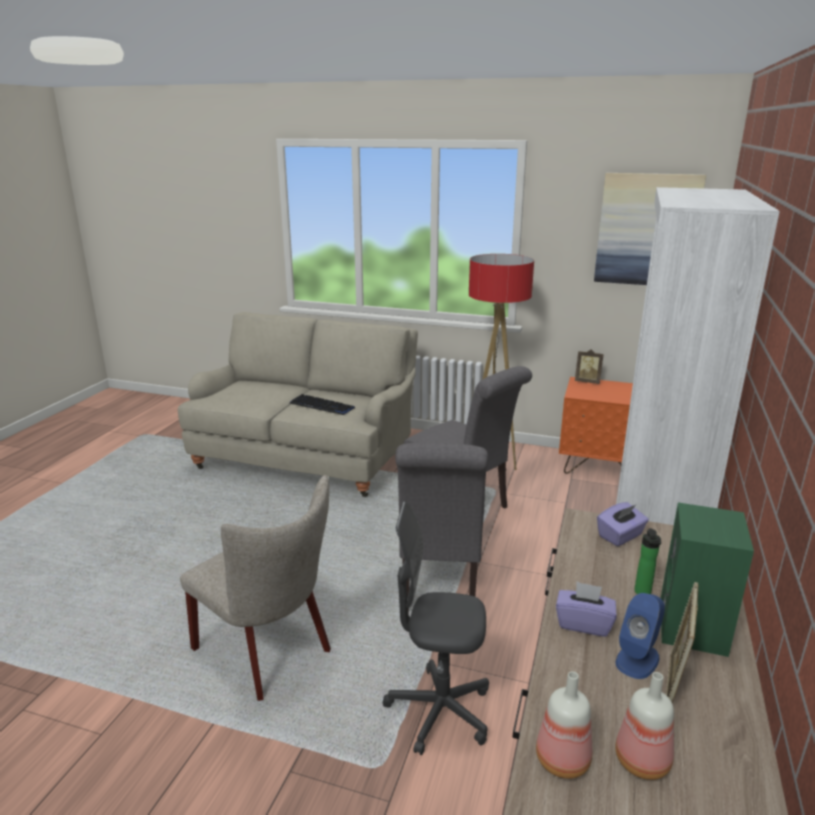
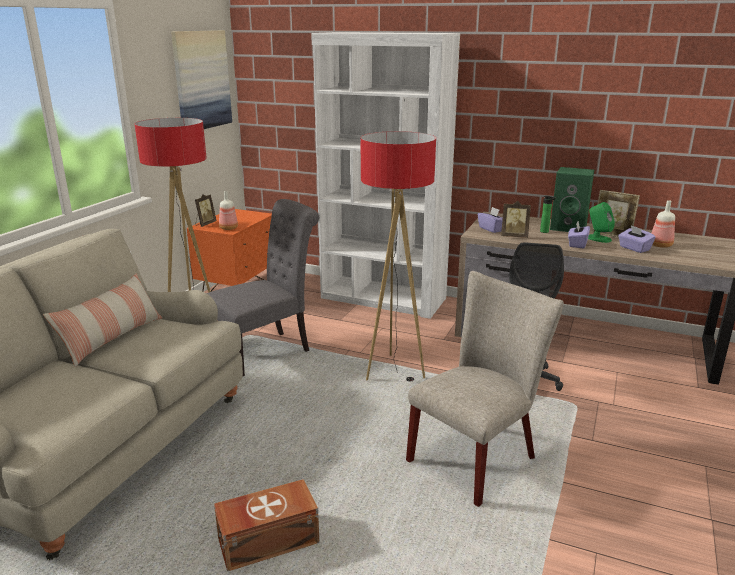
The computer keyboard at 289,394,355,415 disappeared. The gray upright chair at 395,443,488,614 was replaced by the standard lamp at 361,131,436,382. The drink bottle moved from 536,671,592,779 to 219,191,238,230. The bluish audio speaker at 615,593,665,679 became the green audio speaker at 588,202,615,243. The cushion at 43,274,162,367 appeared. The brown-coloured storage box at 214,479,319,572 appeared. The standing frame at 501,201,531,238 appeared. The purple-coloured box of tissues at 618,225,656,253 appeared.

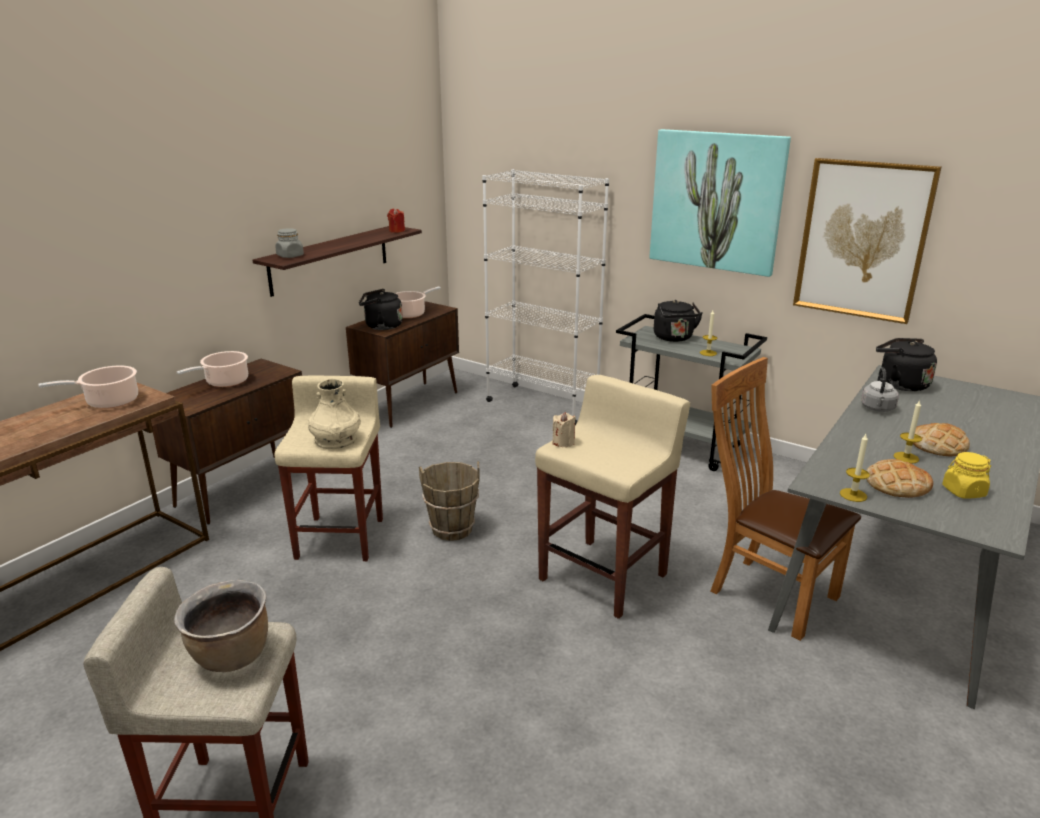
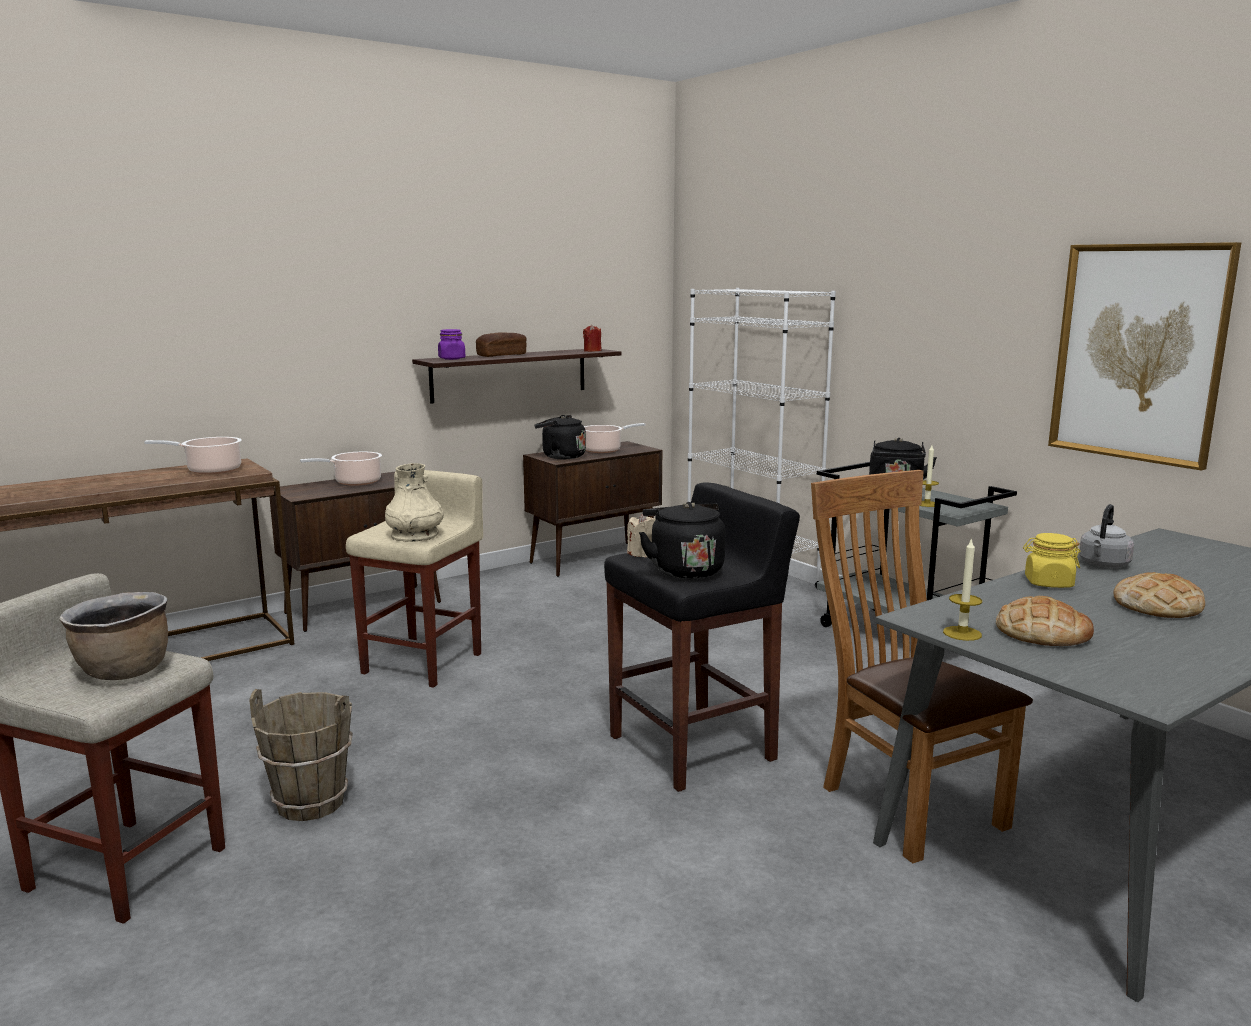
The gray preserve jar at 275,228,304,258 became the purple-coloured preserve jar at 438,329,466,360. The brown-coloured pail moved from 419,461,480,541 to 249,689,353,821. The beige-coloured stool at 535,375,690,619 became the blackish stool at 604,482,800,792. The wall picture at 650,129,791,277 disappeared. The blackish kettle moved from 876,338,937,391 to 639,502,726,579. The wax light at 893,400,922,464 disappeared. The yellow-coloured preserve jar moved from 942,452,991,499 to 1023,533,1080,588. The bakery bread at 476,332,527,357 appeared.

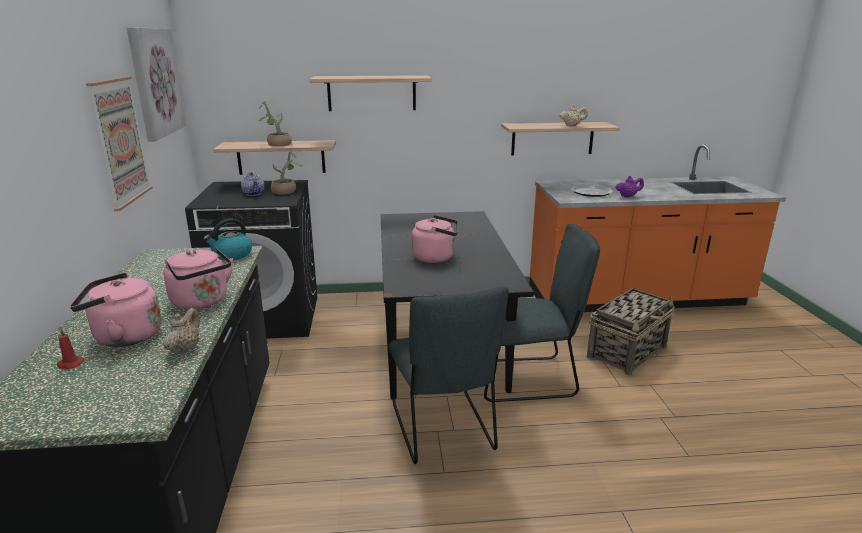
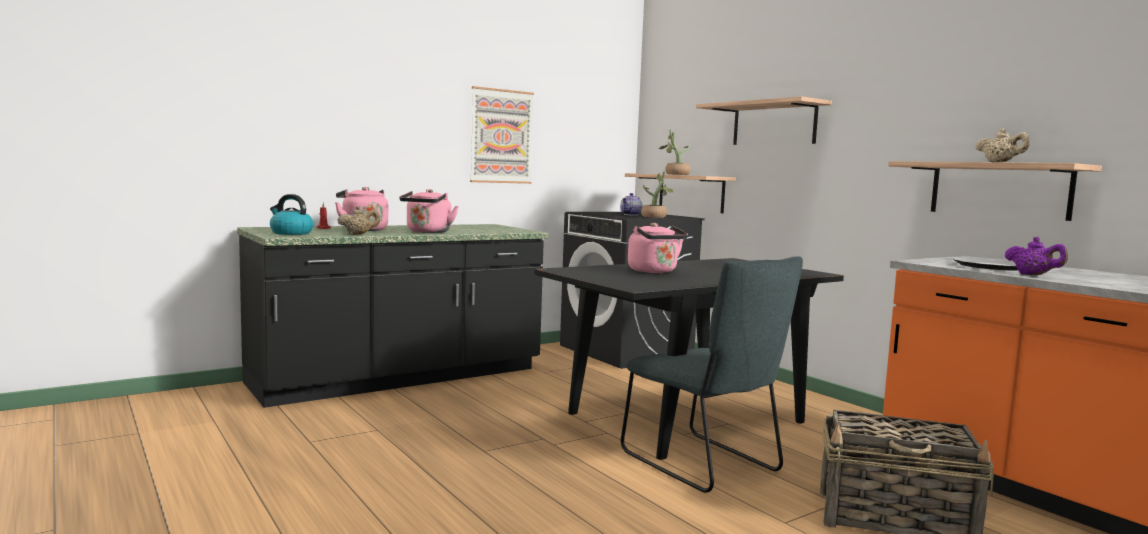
The wall picture at 127,28,186,142 disappeared. The kettle moved from 203,218,252,260 to 270,194,314,235. The gray upright chair at 389,286,509,464 disappeared.

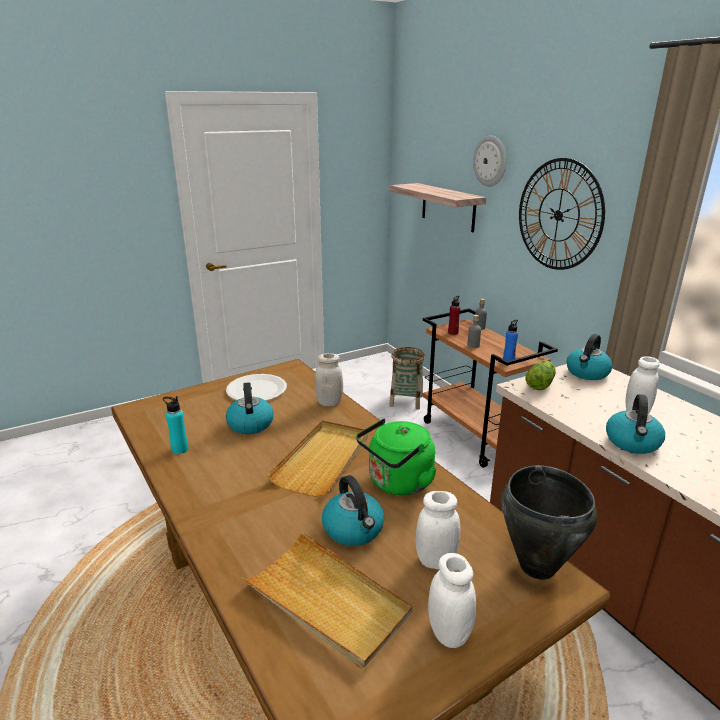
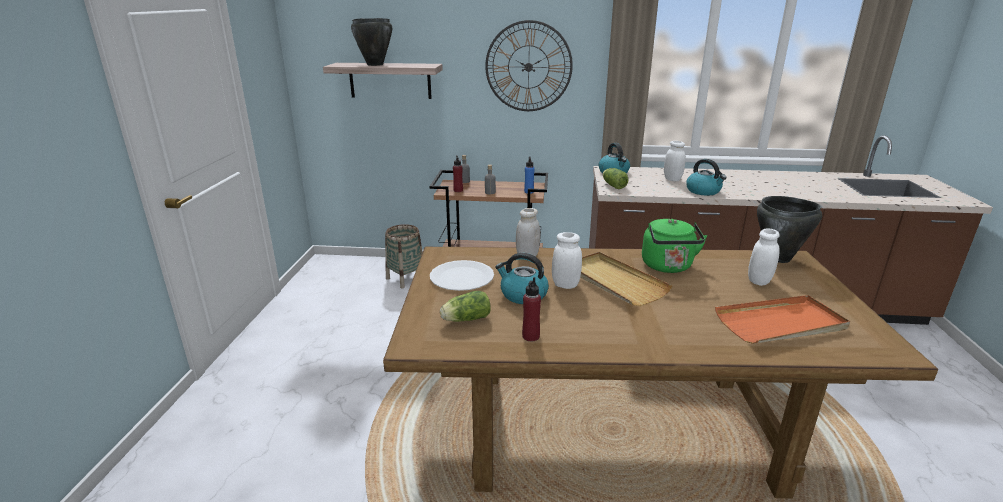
The turquoise drink bottle at 163,396,188,454 became the reddish drink bottle at 522,277,541,341. The beige-coloured tray at 241,531,413,669 became the orange-coloured tray at 715,295,850,344. The kettle at 322,475,384,546 disappeared. The white preserve jar moved from 428,553,476,648 to 552,232,582,289. The clock on the wall at 473,135,506,187 disappeared. The blackish stockpot at 351,18,392,66 appeared. The lettuce at 440,291,490,322 appeared.

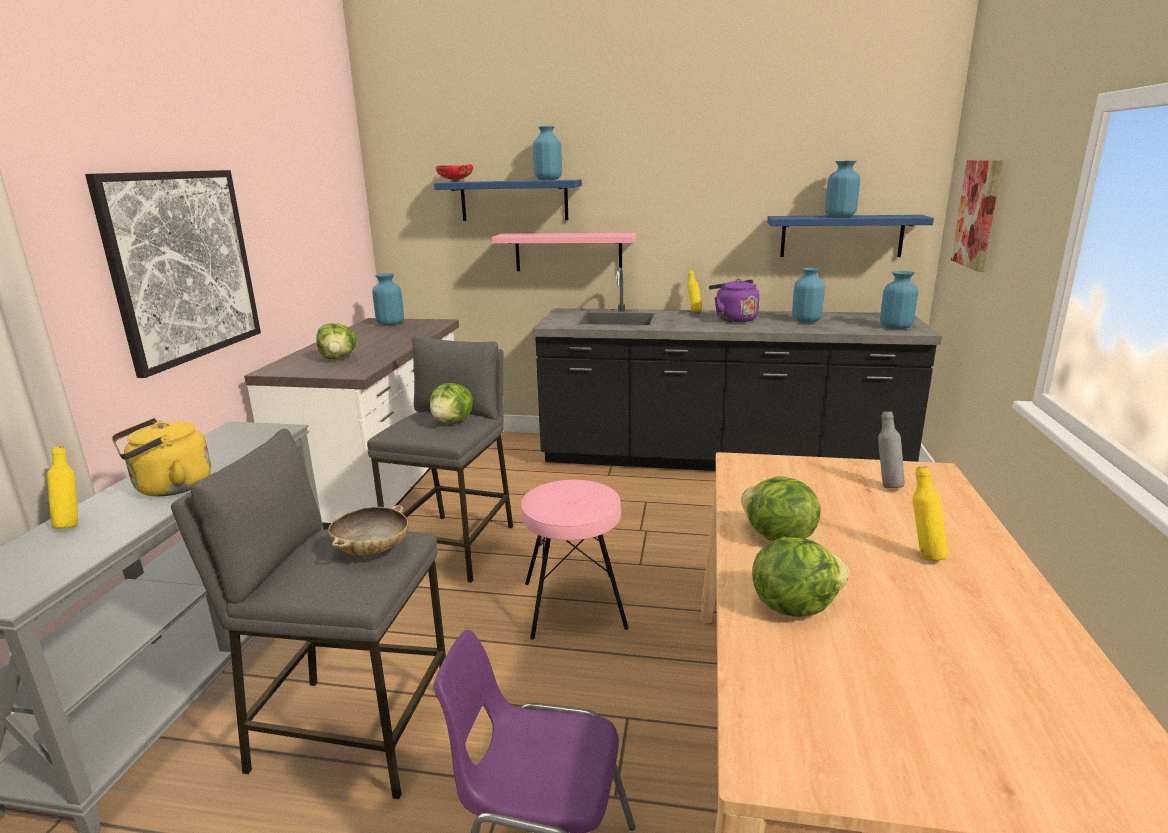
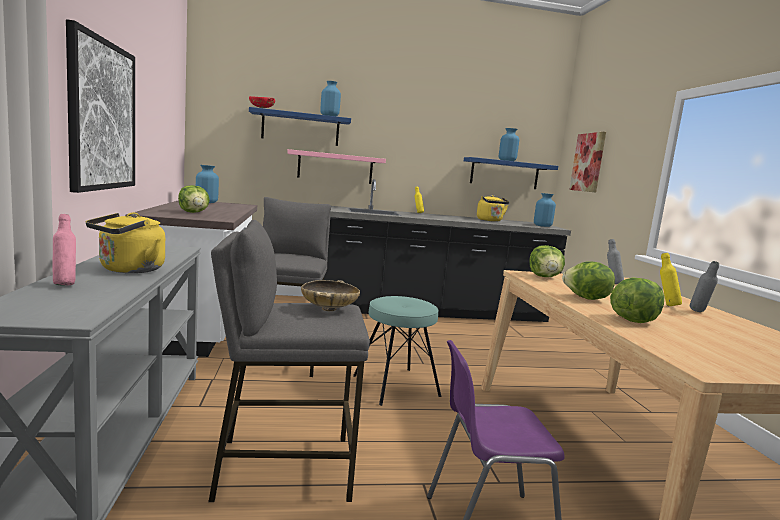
The yellow-coloured drink bottle at 47,446,78,529 became the pink-coloured drink bottle at 53,214,76,286. The lettuce moved from 430,383,473,423 to 529,245,565,277. The pink-coloured stool at 521,480,629,640 became the turquoise stool at 353,296,441,406. The purple-coloured kettle at 709,279,760,323 disappeared. The bluish decorative vase at 792,268,825,323 was replaced by the yellow-coloured kettle at 477,195,510,222. The gray drink bottle at 690,261,719,312 appeared.

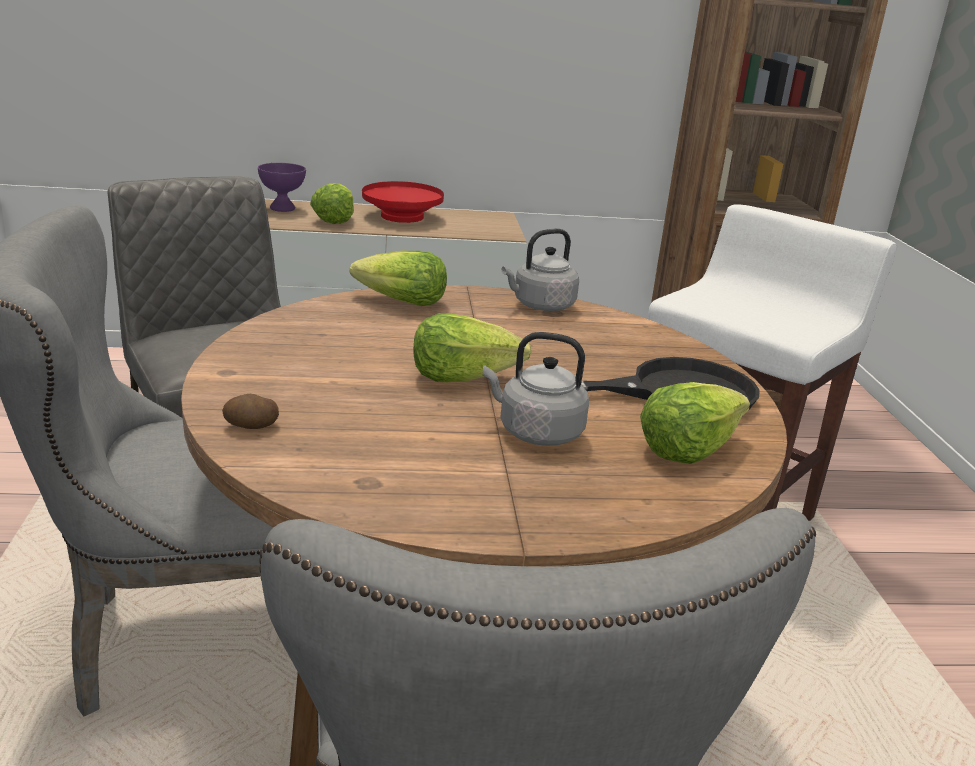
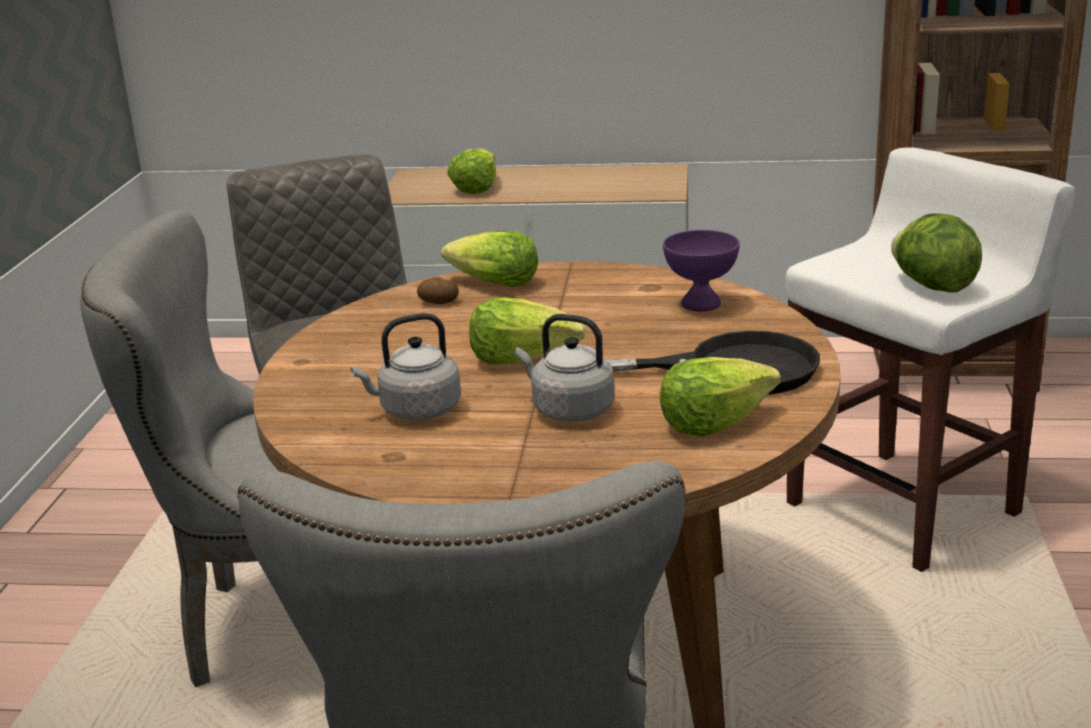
The whole potato moved from 222,394,279,429 to 417,277,459,304. The purple-coloured bowl moved from 258,163,306,212 to 663,230,740,312. The reddish bowl at 362,181,444,223 disappeared. The gray kettle moved from 502,229,579,311 to 351,313,461,420. The lettuce at 891,213,982,292 appeared.

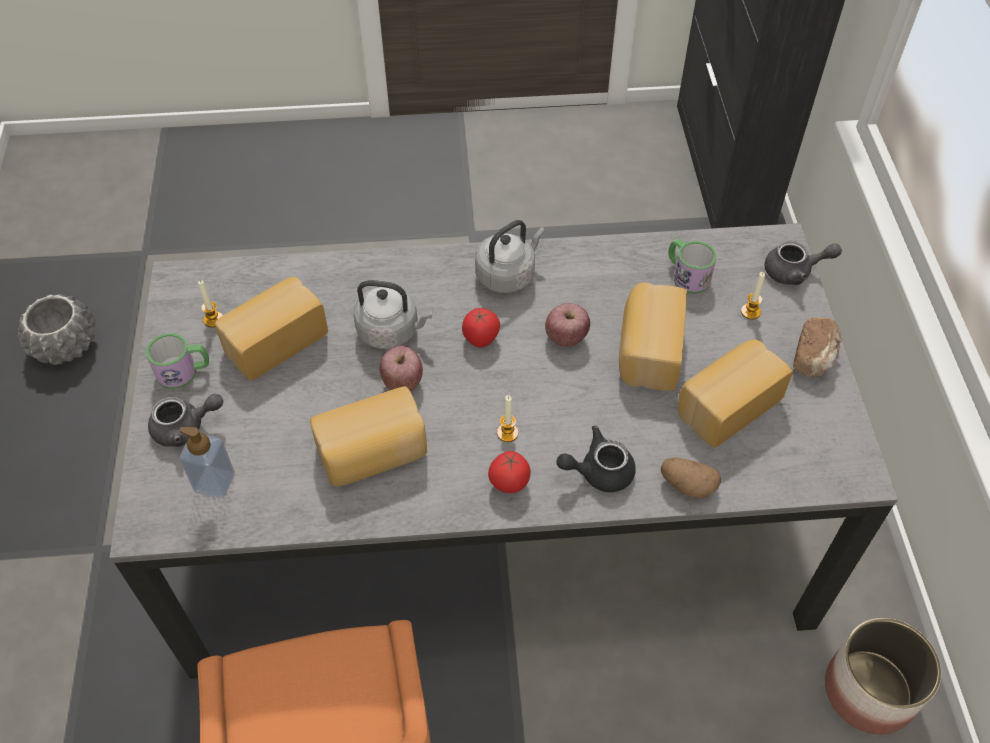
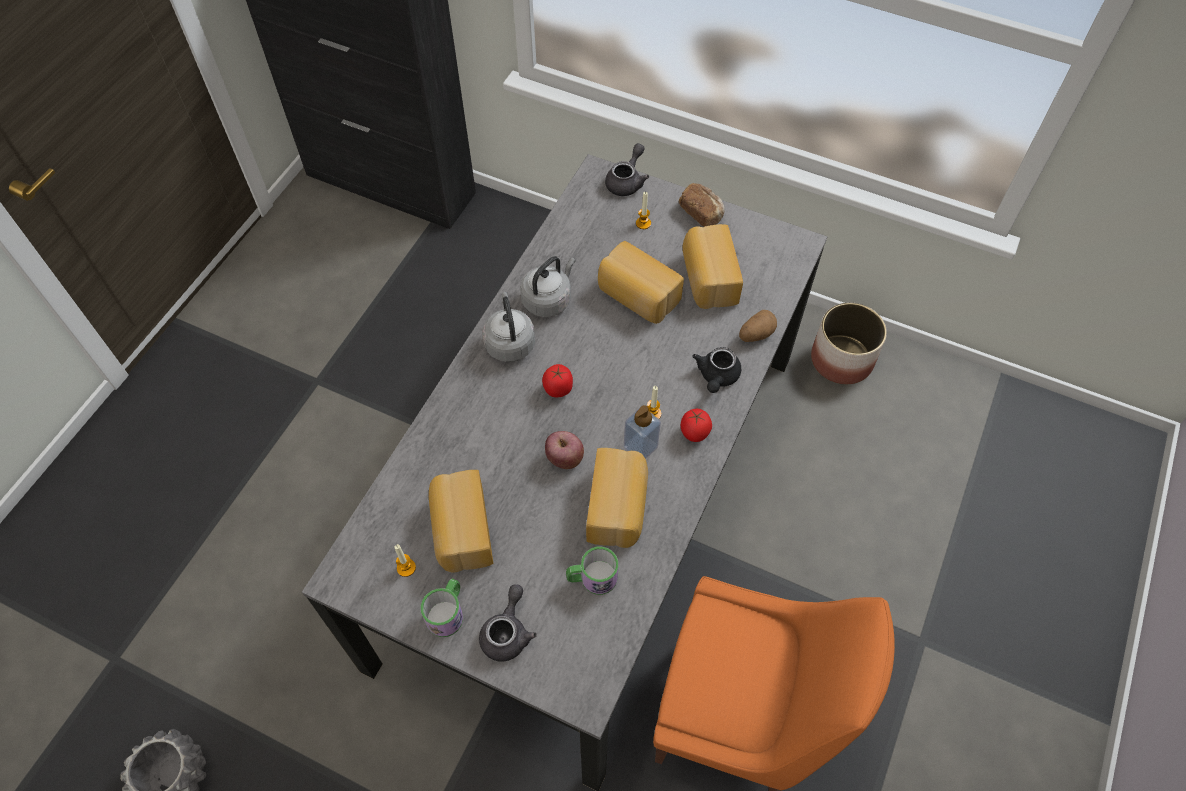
The soap bottle moved from 179,427,235,498 to 624,405,661,459. The gray kettle moved from 354,280,432,349 to 520,256,575,317. The apple fruit at 545,303,590,347 disappeared. The coffee mug moved from 668,239,717,294 to 566,547,618,595.

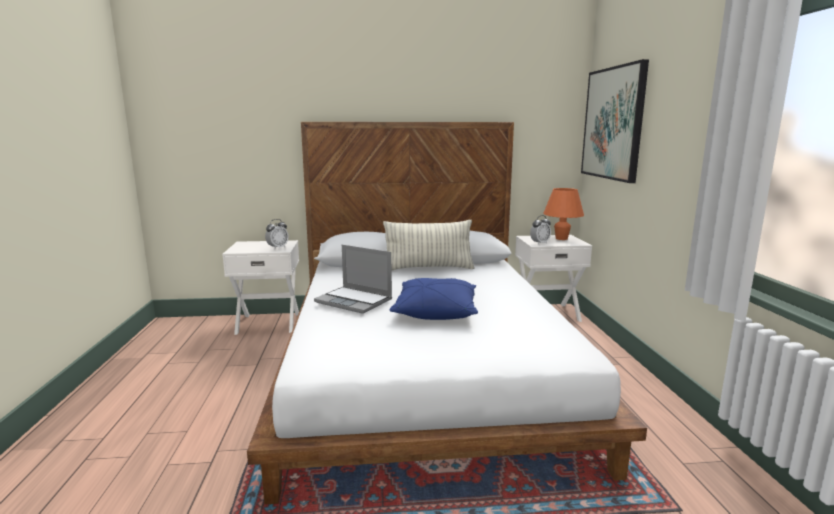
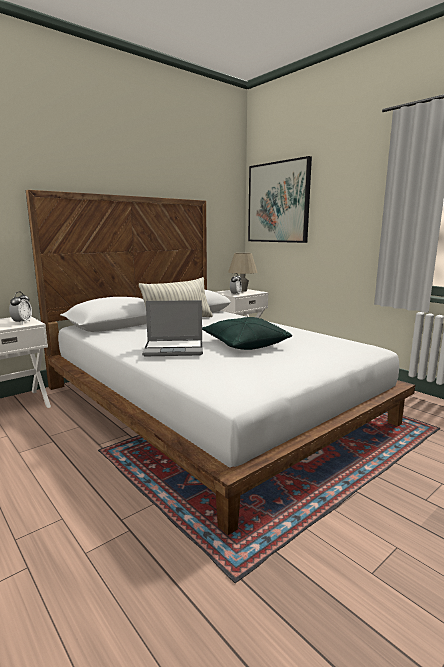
The bluish cushion at 390,278,478,320 became the green cushion at 202,317,292,350. The orange-coloured lamp for a table at 543,188,584,240 became the beige-coloured lamp for a table at 228,253,258,292.

